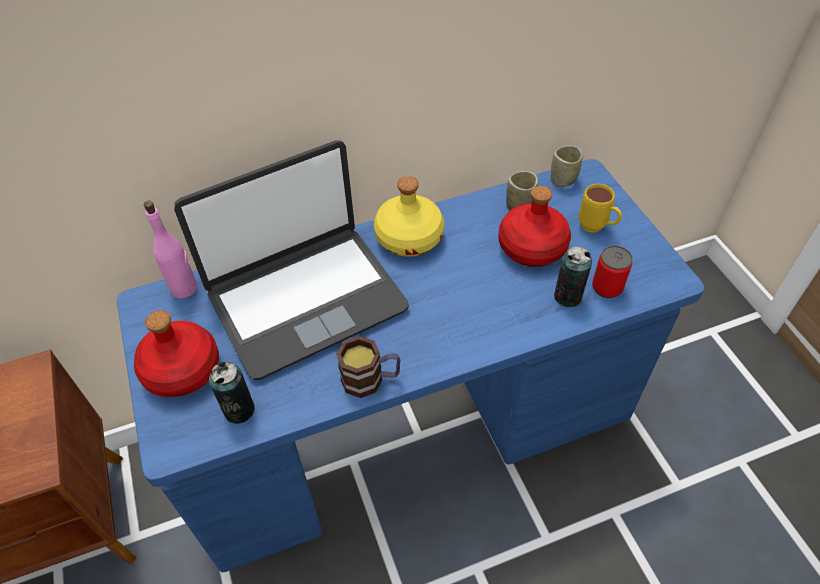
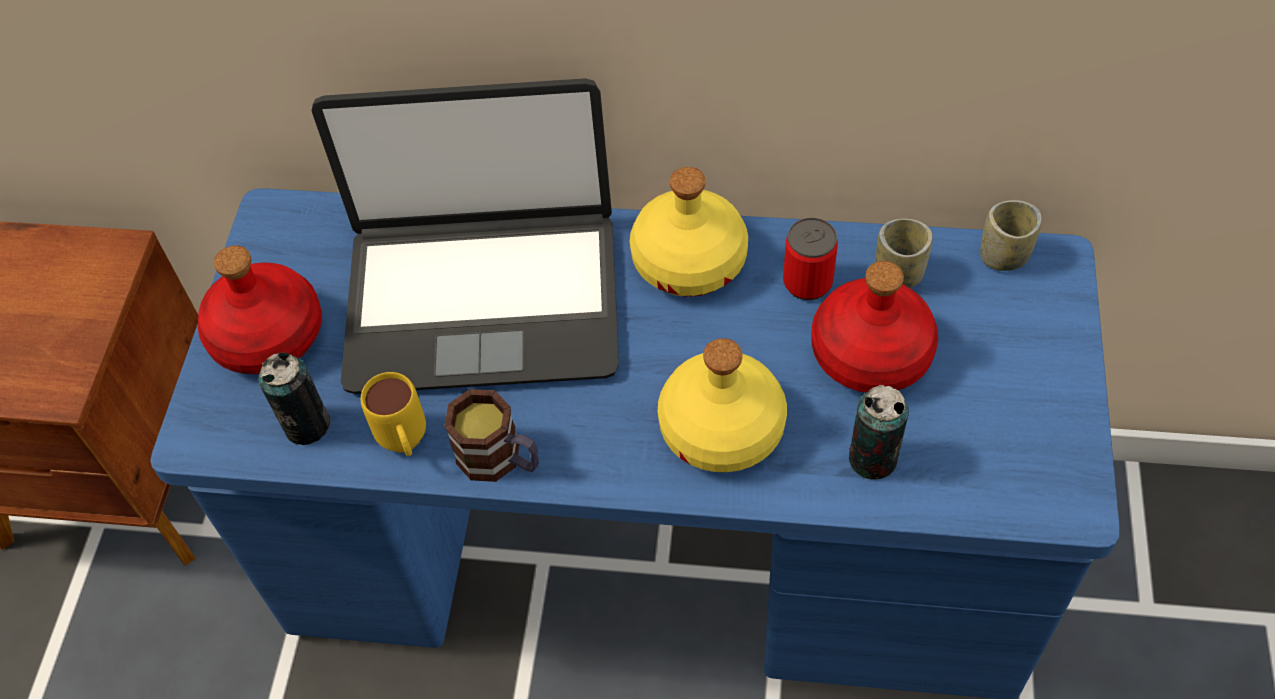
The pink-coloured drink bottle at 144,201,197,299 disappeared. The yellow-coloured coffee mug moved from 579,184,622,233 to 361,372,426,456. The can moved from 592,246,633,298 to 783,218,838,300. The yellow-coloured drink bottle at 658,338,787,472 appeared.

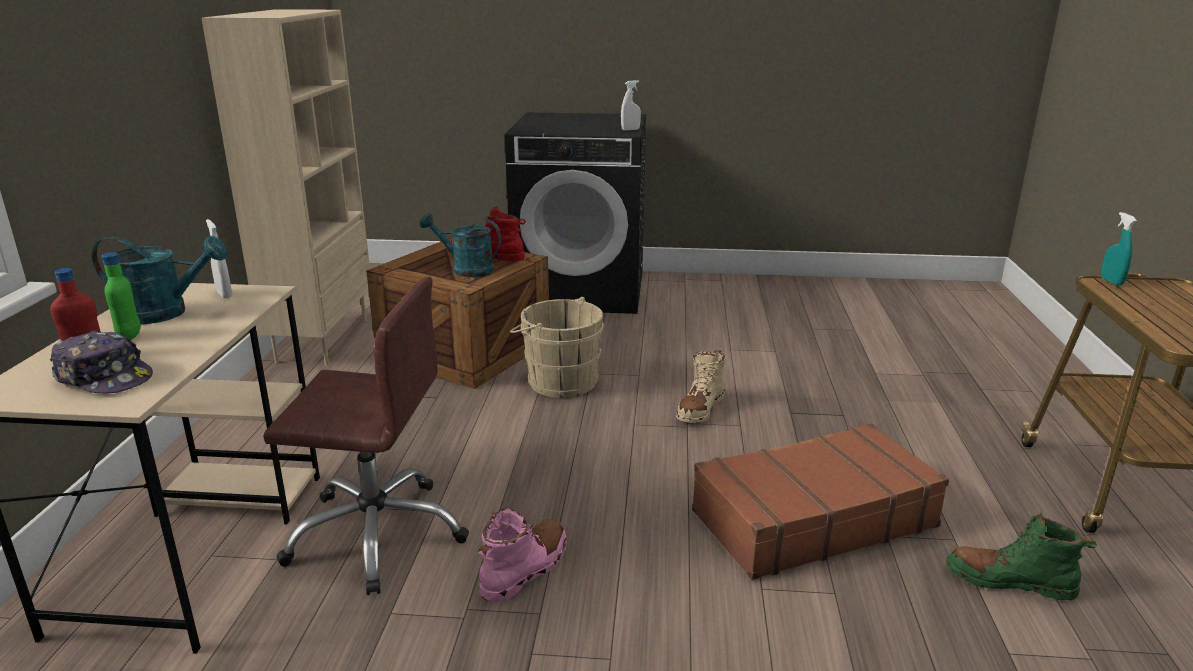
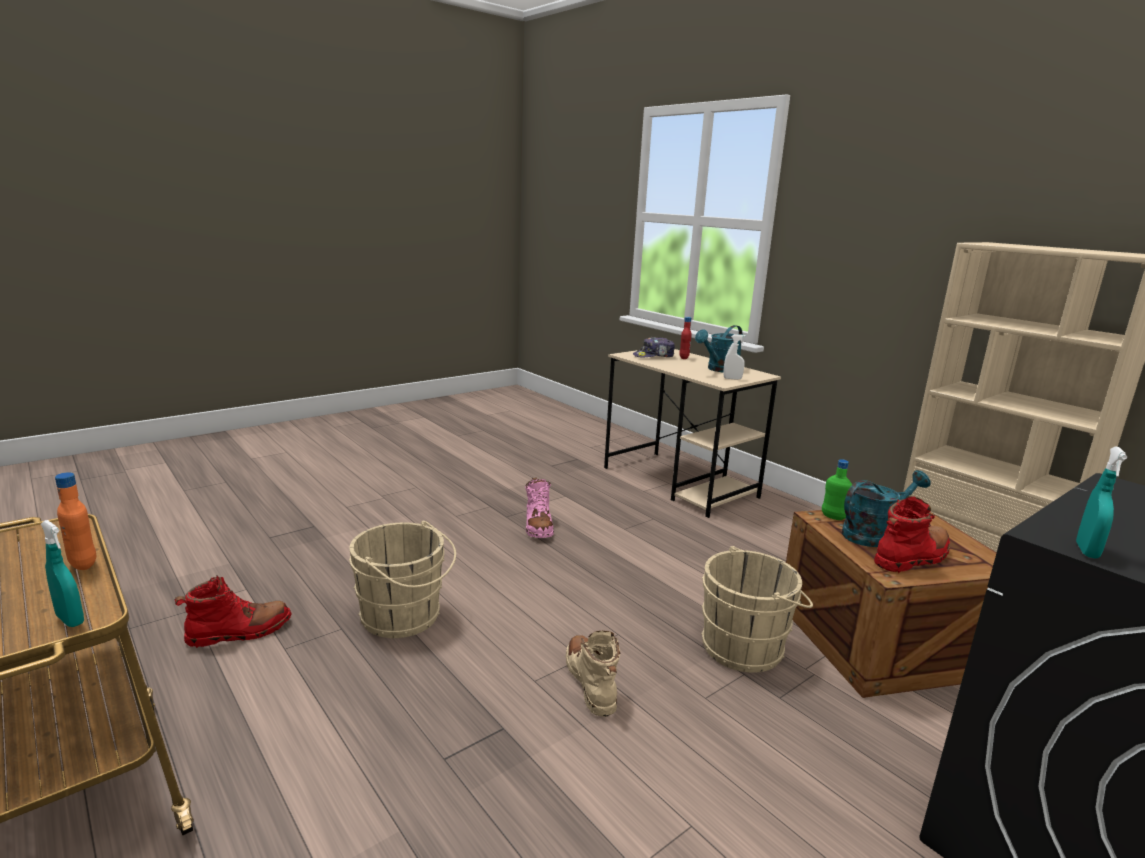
The green drink bottle moved from 102,252,141,340 to 822,459,852,520. The brown-coloured office chair at 263,277,469,595 disappeared. The white sprayer at 621,80,641,131 became the turquoise sprayer at 1076,446,1127,558. The brown-coloured piece of luggage at 692,423,949,580 was replaced by the beige-coloured pail at 349,520,456,638. The green boot at 945,512,1097,601 became the reddish boot at 175,576,292,648. The orange-coloured drink bottle at 55,472,96,570 appeared.

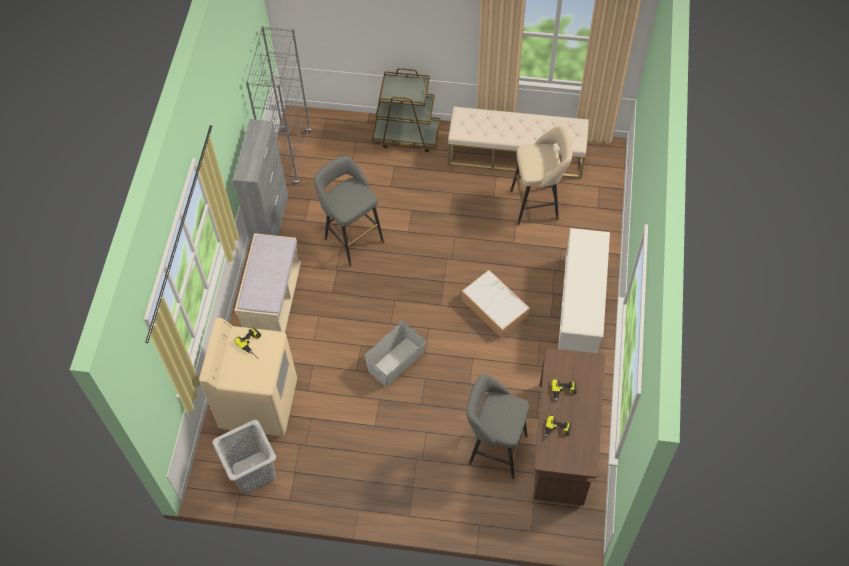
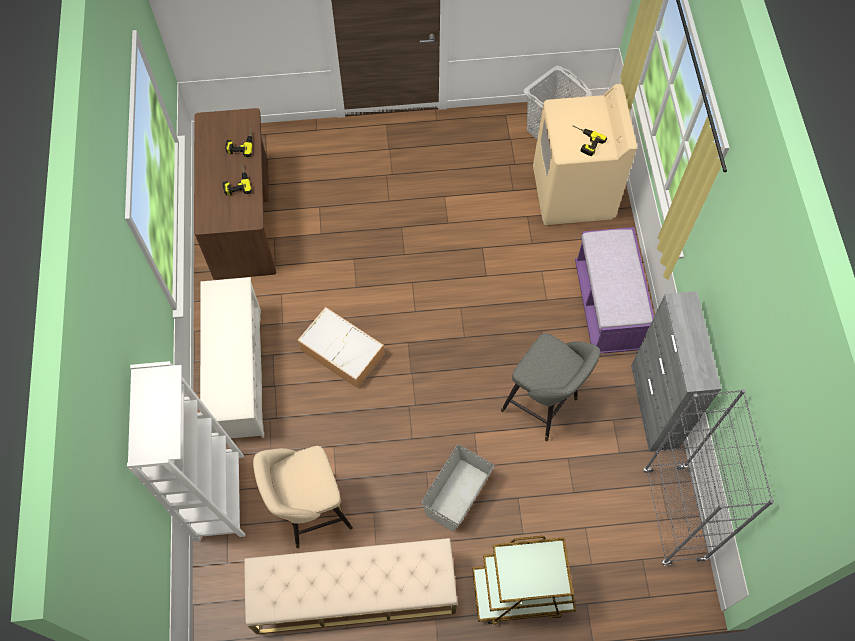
The beige-coloured indoor bench at 234,233,301,332 became the purple-coloured indoor bench at 575,227,654,354. The gray storage box moved from 364,321,426,387 to 422,444,494,532. The gray stool at 466,375,529,479 disappeared. The white bookcase at 127,361,245,541 appeared.

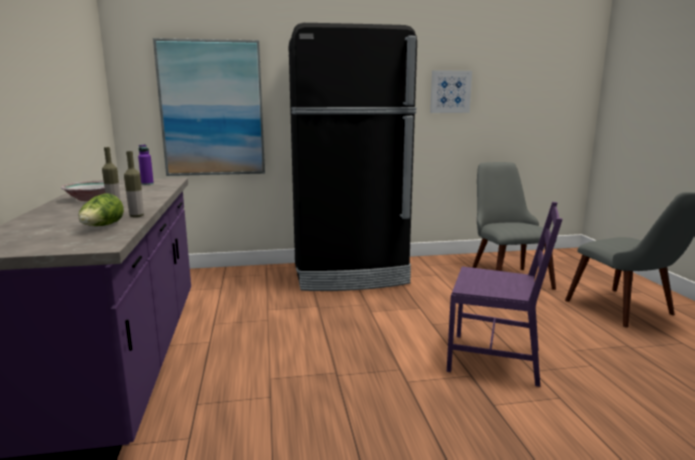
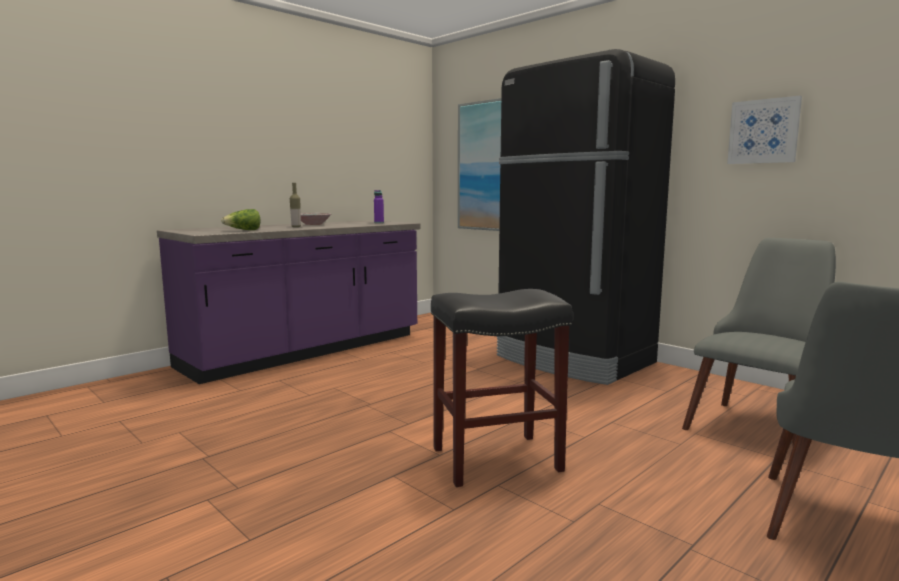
The drink bottle at 124,151,144,217 disappeared. The purple-coloured upright chair at 447,202,562,387 was replaced by the blackish stool at 431,289,573,487.

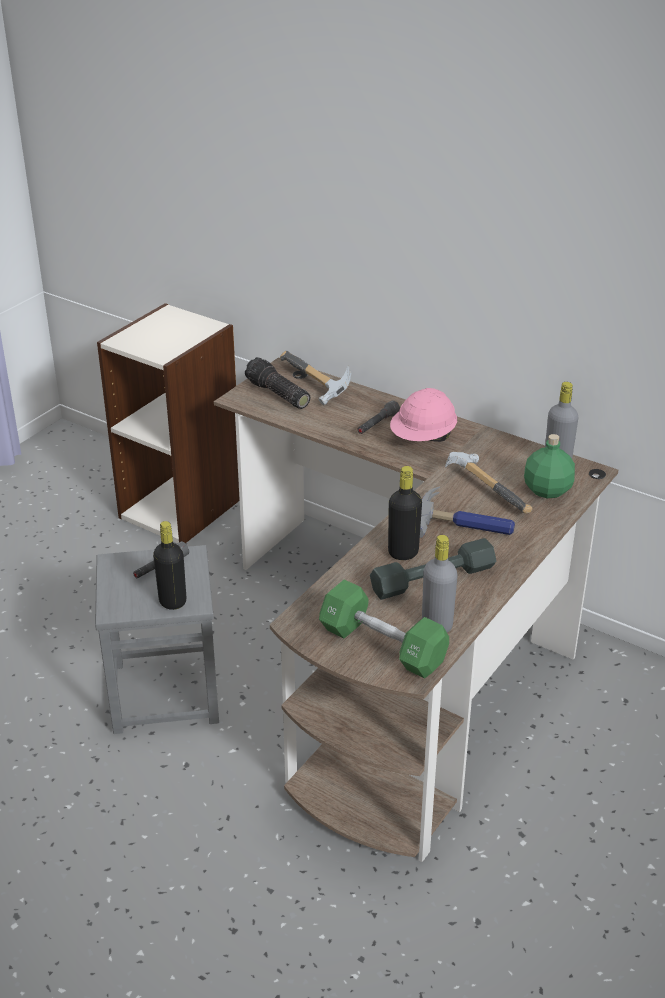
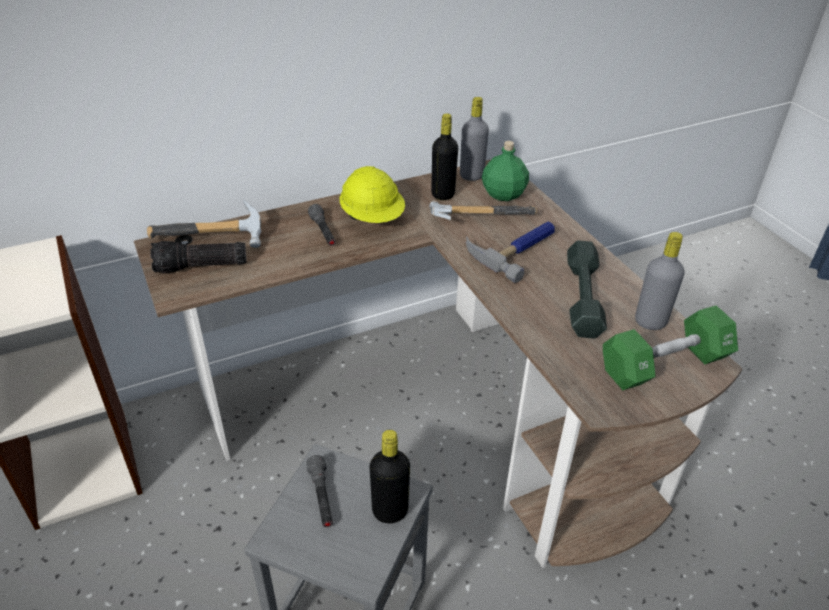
The blackish drink bottle moved from 388,466,422,560 to 431,114,458,200. The pink-coloured safety helmet at 390,388,457,442 became the yellow-coloured safety helmet at 340,166,405,223.

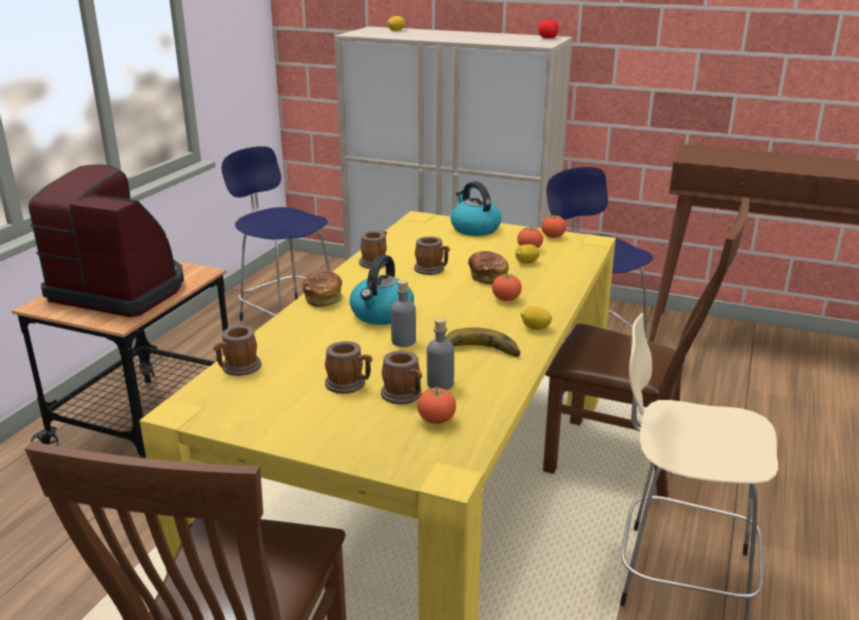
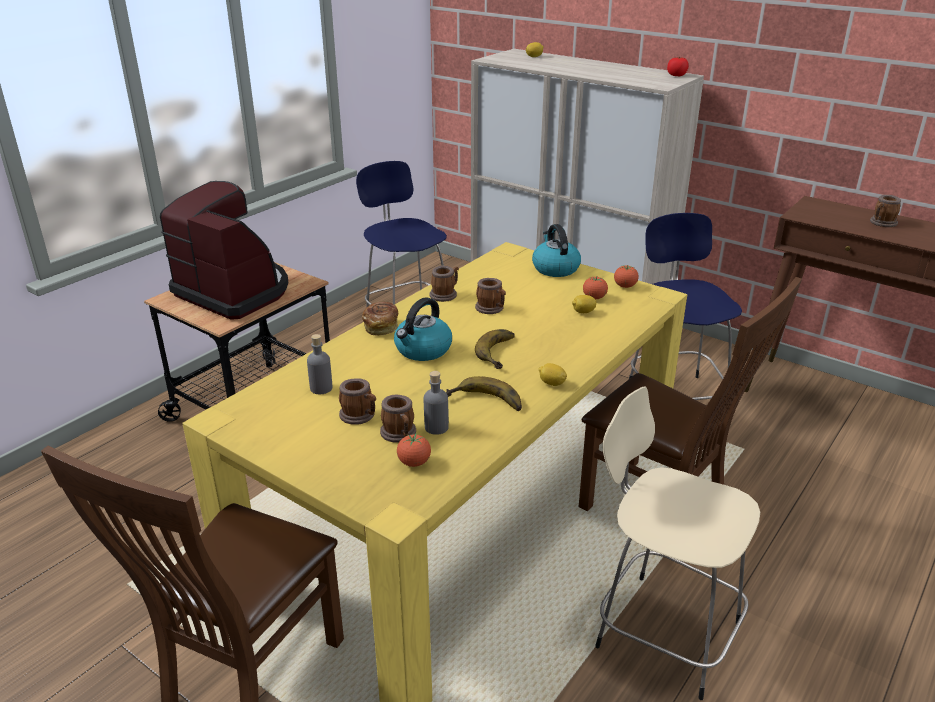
The coffee mug moved from 214,325,261,376 to 870,195,901,227. The gray drink bottle moved from 391,280,416,347 to 307,334,332,394. The bakery bread at 468,251,509,284 disappeared. The fresh tomato at 492,273,522,301 disappeared. The whole banana at 475,329,515,369 appeared.

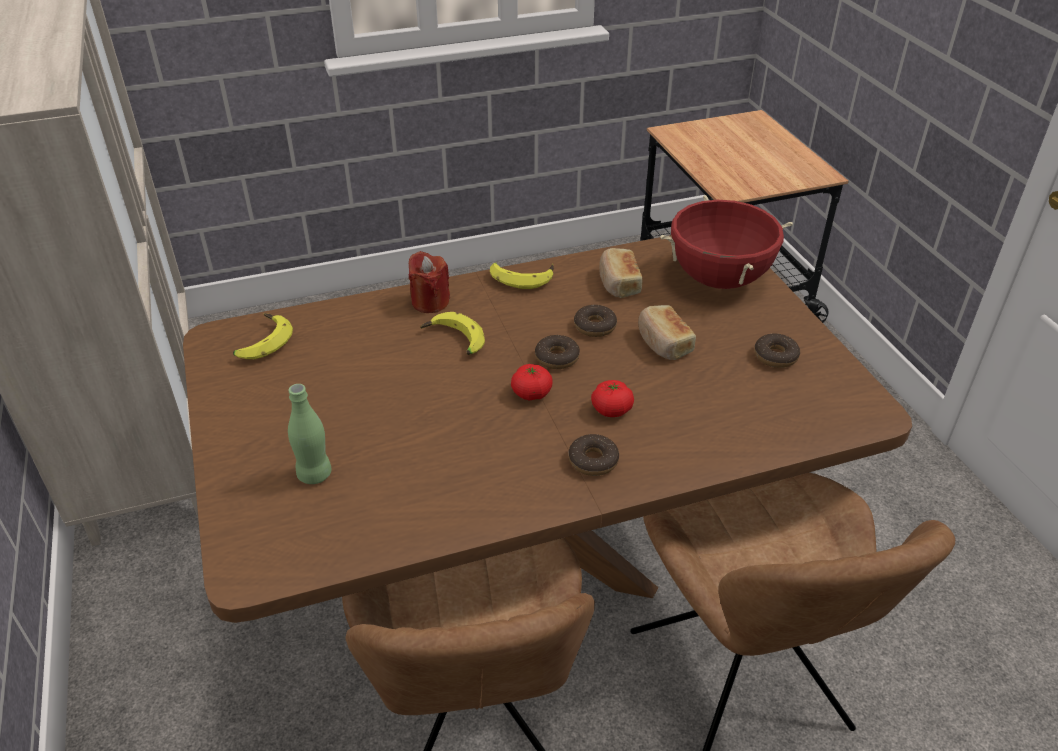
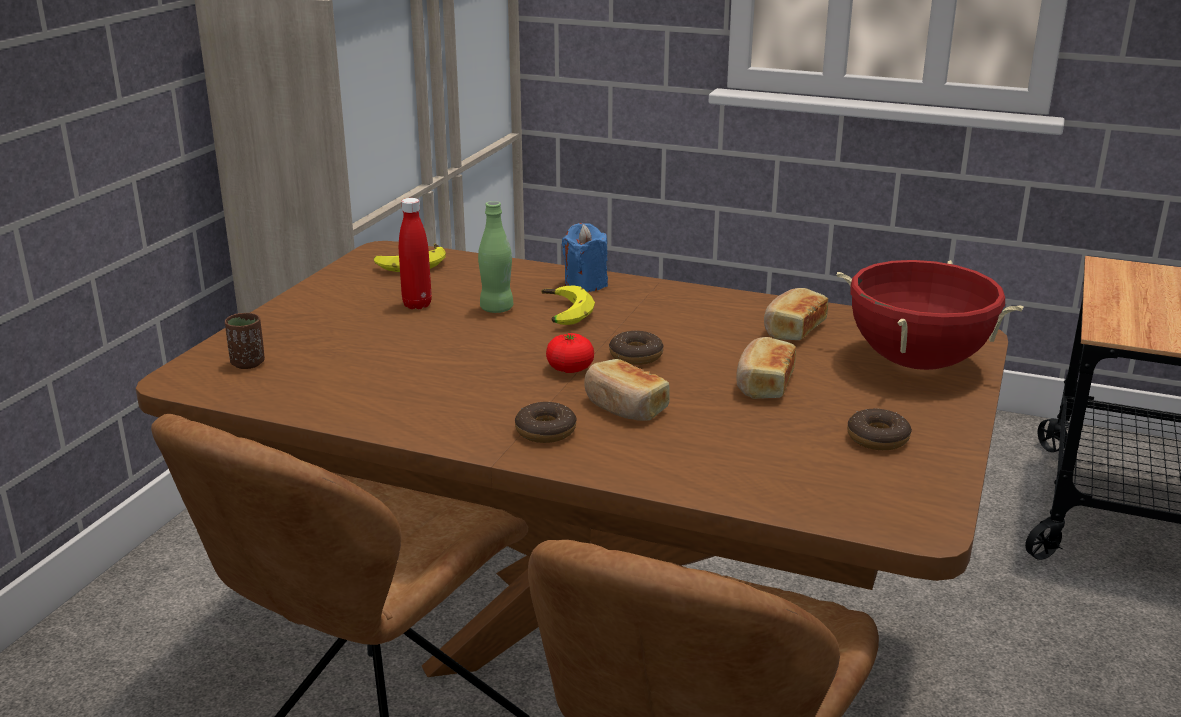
The green drink bottle moved from 288,384,332,484 to 478,201,513,313. The reddish wax light at 409,251,450,313 became the bluish wax light at 562,223,608,292. The whole banana at 490,263,554,289 disappeared. The ring doughnut at 574,305,617,337 disappeared. The fresh tomato at 591,380,634,417 was replaced by the bakery bread at 584,359,670,421. The brown-coloured small cup at 225,313,265,369 appeared. The reddish drink bottle at 399,198,432,309 appeared.

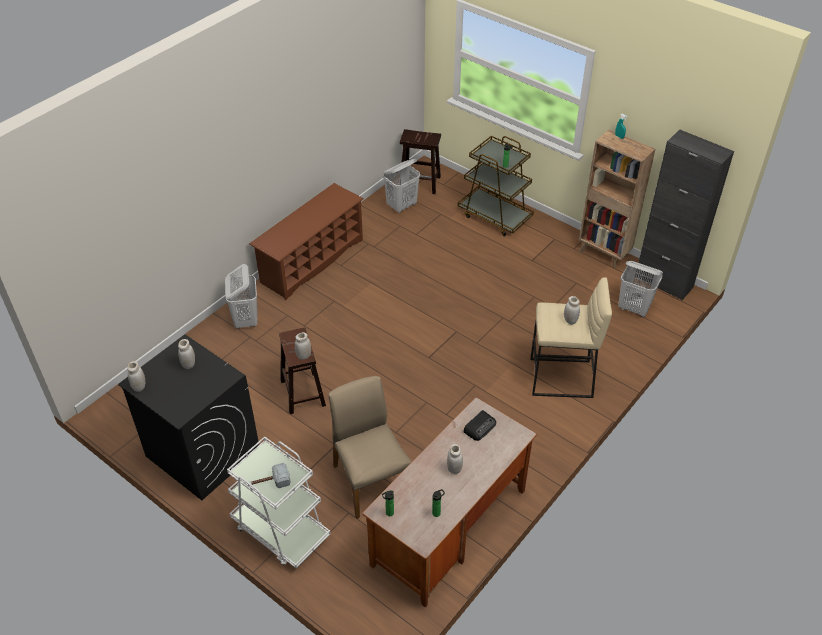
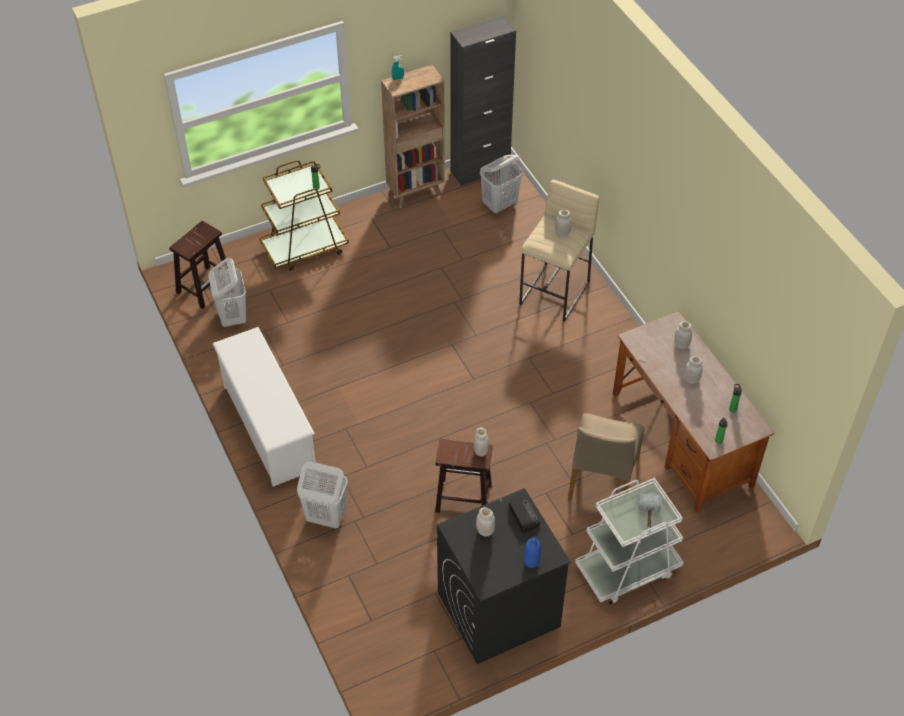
The white preserve jar moved from 127,361,145,392 to 674,321,692,349. The brown-coloured shoe stand at 249,183,364,300 became the white shoe stand at 212,327,316,487. The beige-coloured upright chair at 329,376,411,519 turned 75 degrees counterclockwise. The radio moved from 463,410,496,441 to 509,499,540,533. The bluish drink bottle at 524,537,541,568 appeared.

